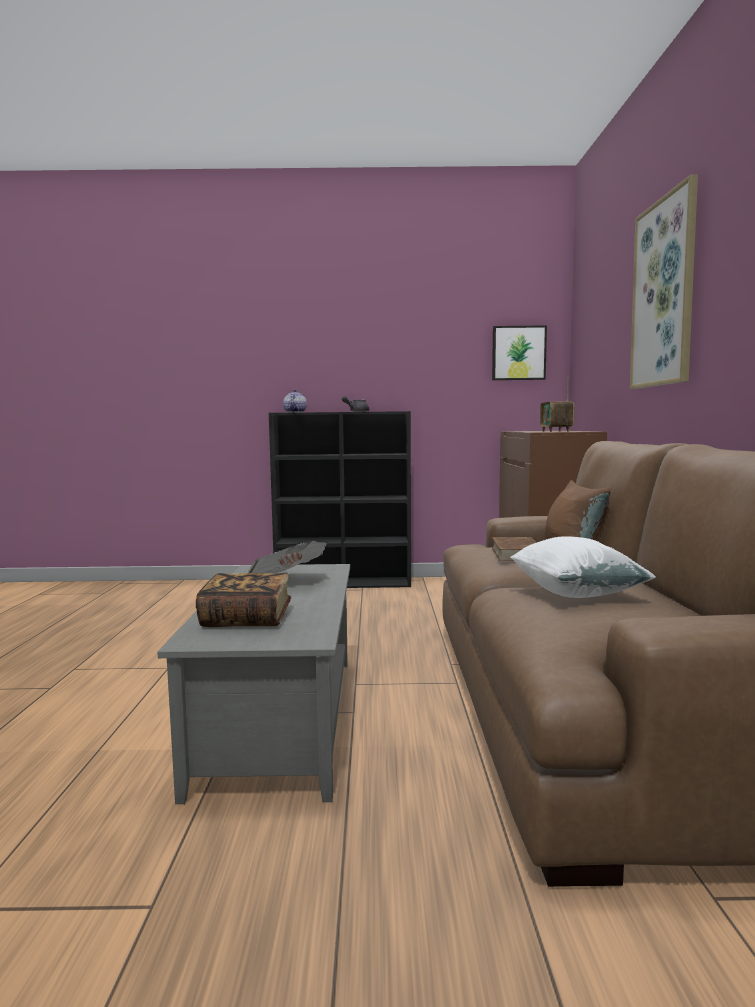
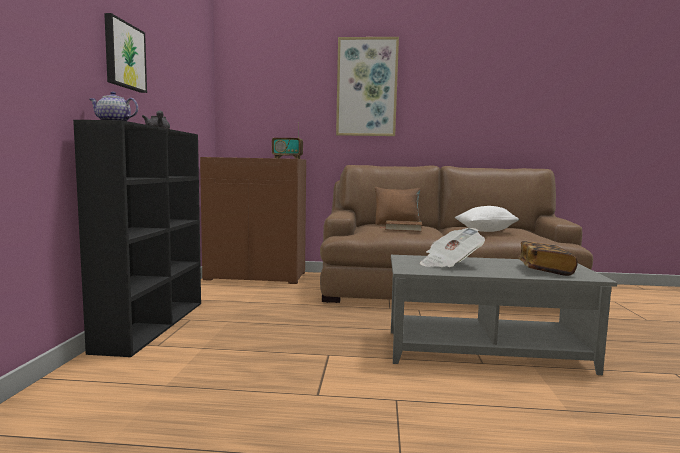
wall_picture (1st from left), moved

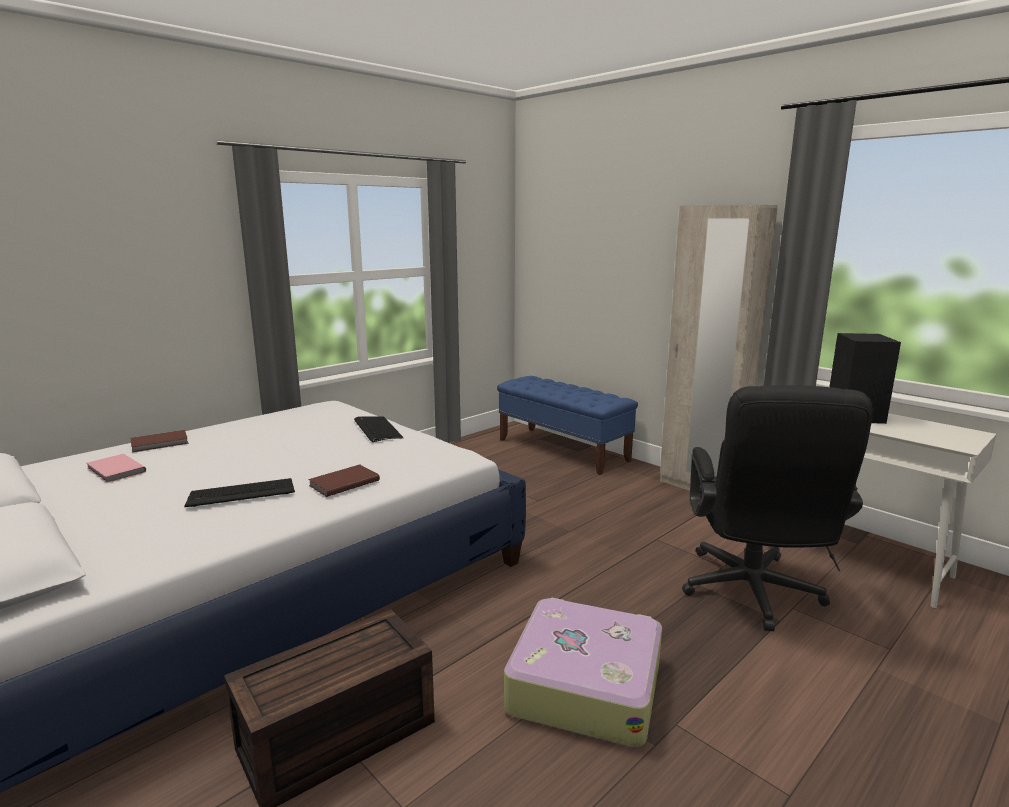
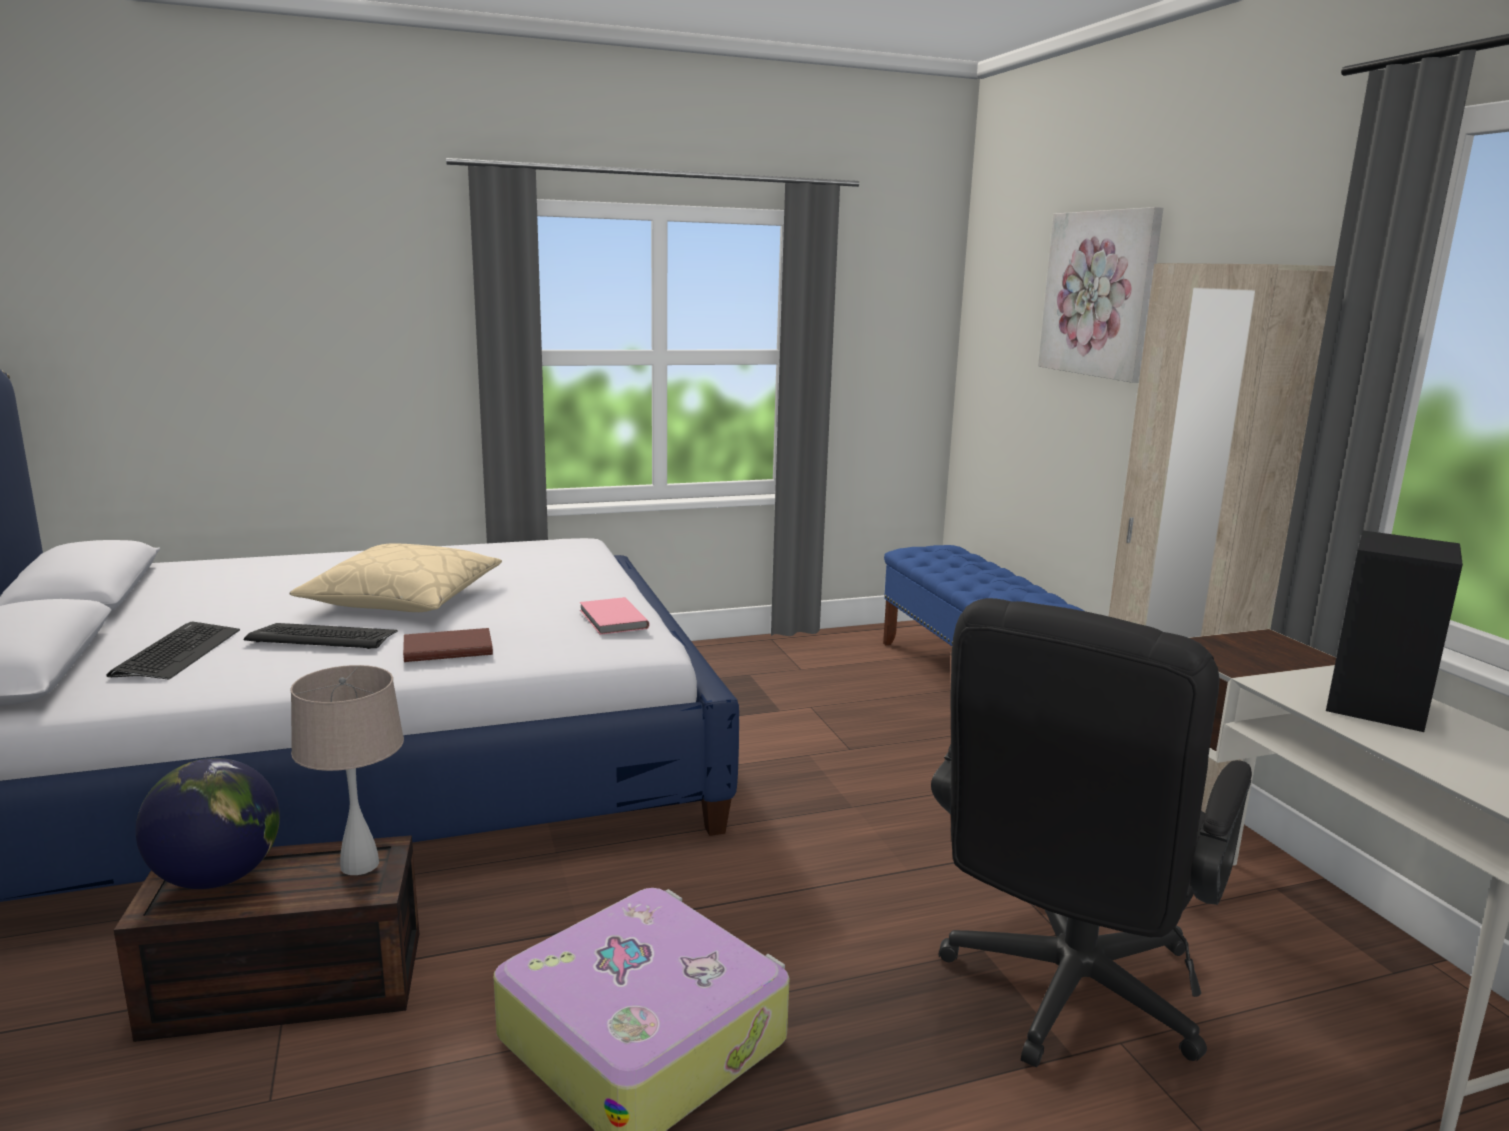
pinkish_volume, moved
brownish_volume (1st from left) => nothing
PC_keyboard (2nd from left in the first image) => PC_keyboard (1st from left), moved
nothing => world_globe
nothing => sand-coloured_pillow
nothing => sand-coloured_table_lamp
nothing => wall_picture

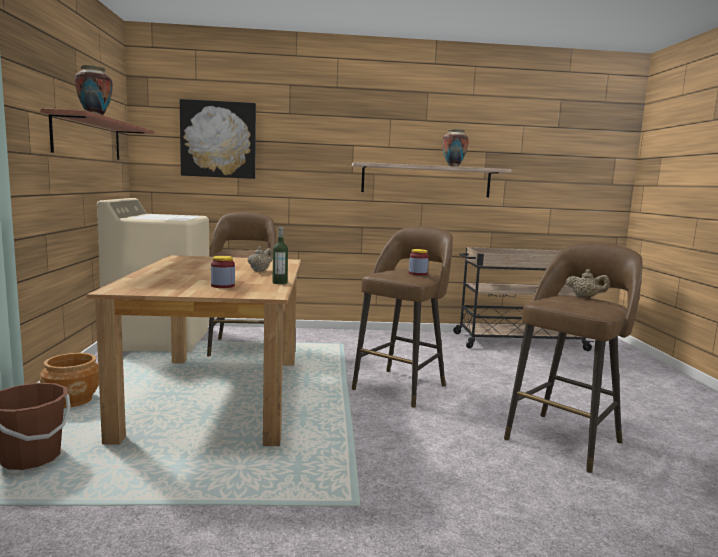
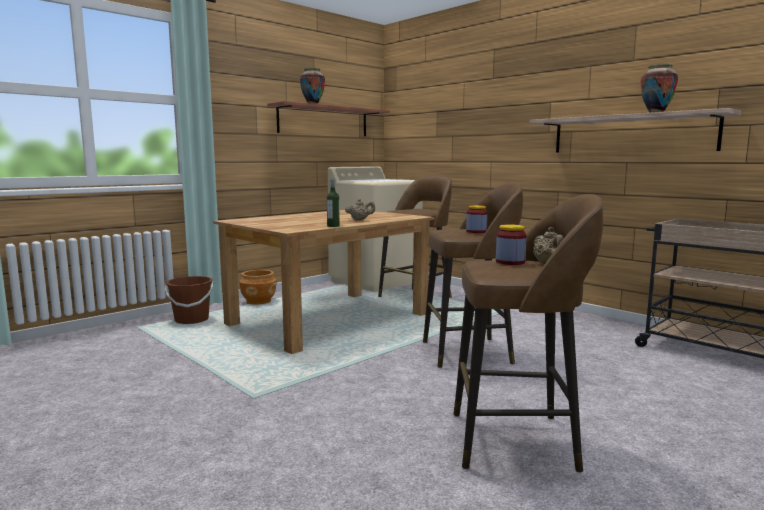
wall_picture => nothing
jar (1st from left in the first image) => jar (2nd from left), moved

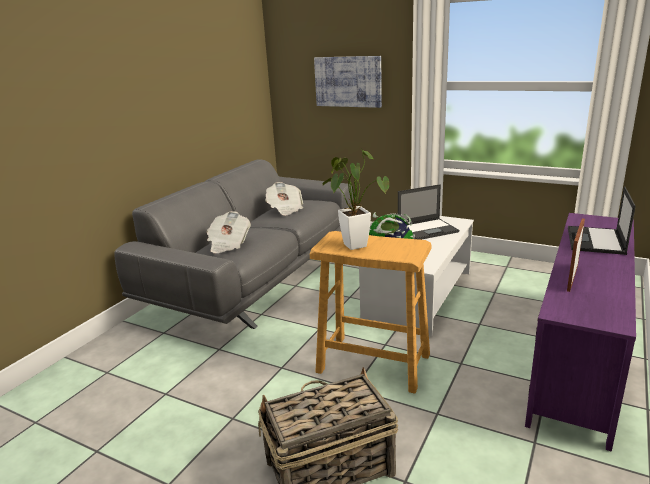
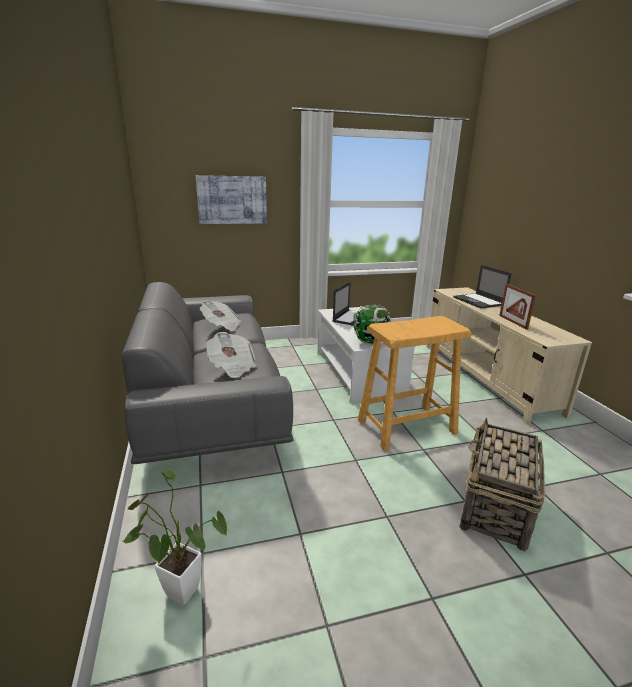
potted_plant, moved
purplish_tv_stand => sand-coloured_tv_stand

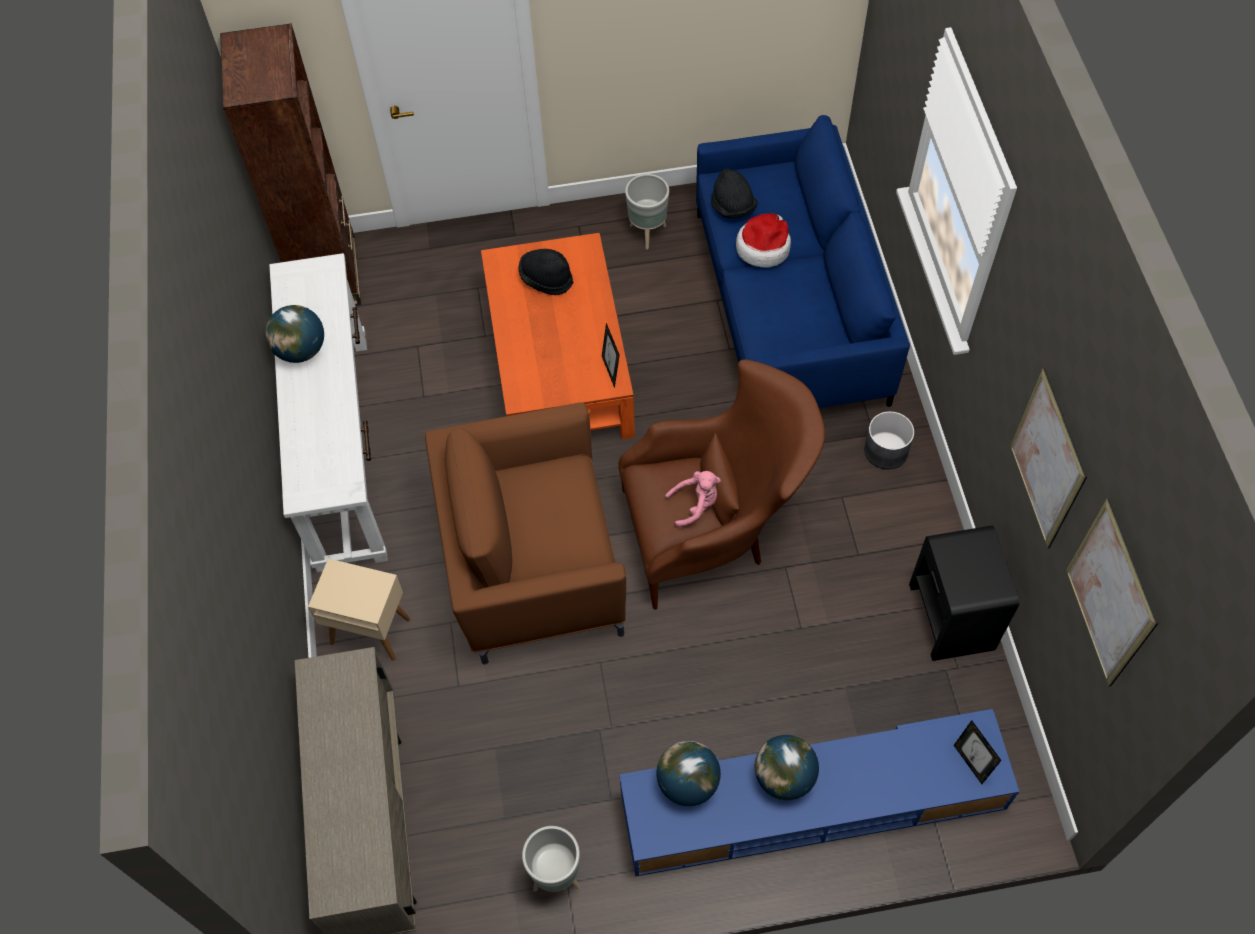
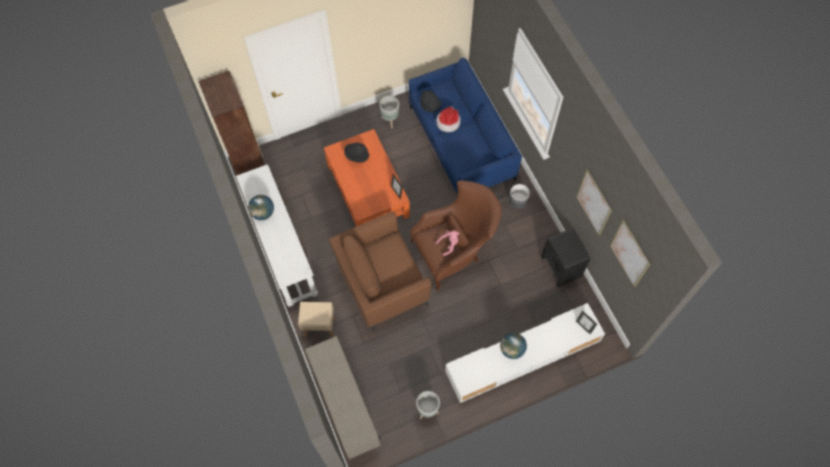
bluish_tv_stand => whitish_tv_stand
world_globe (2nd from left) => nothing

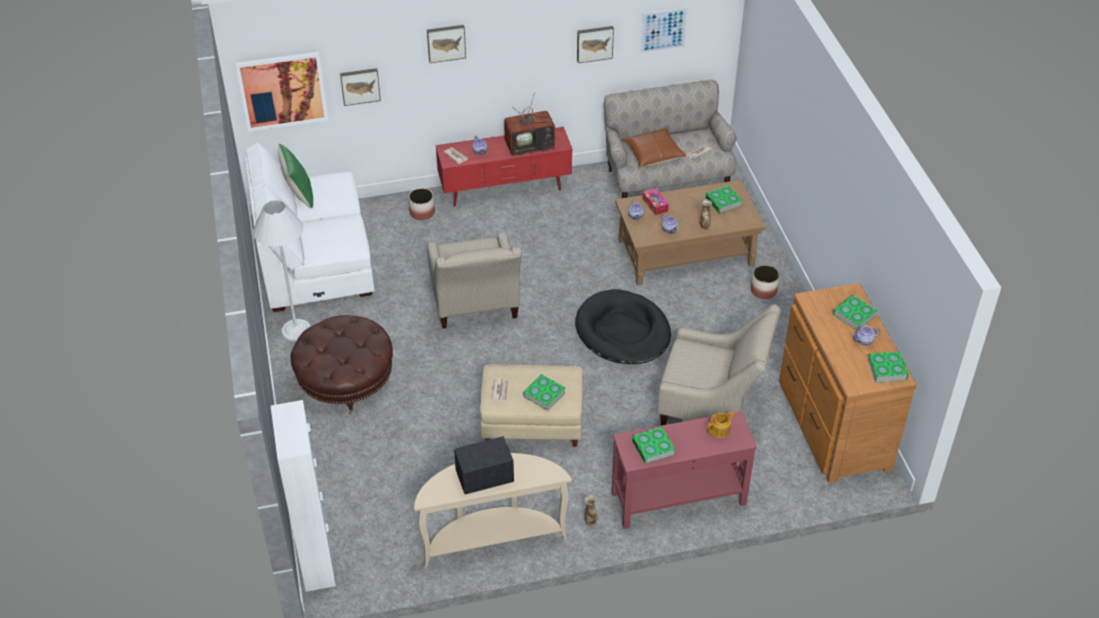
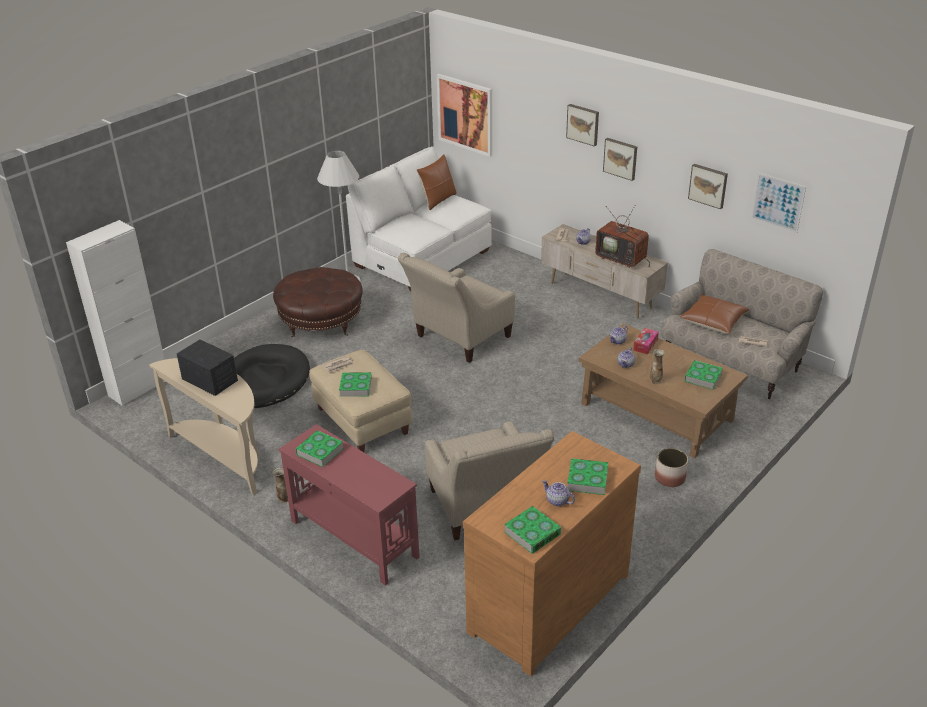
green_pillow => brownish_pillow (1st from left)
wall_picture (2nd from left in the first image) => wall_picture (3rd from left), moved
flower_pot (1st from left) => nothing
red_tv_stand => sand-coloured_tv_stand
black-coloured_dog_bed, moved
tea_pot (4th from left) => nothing

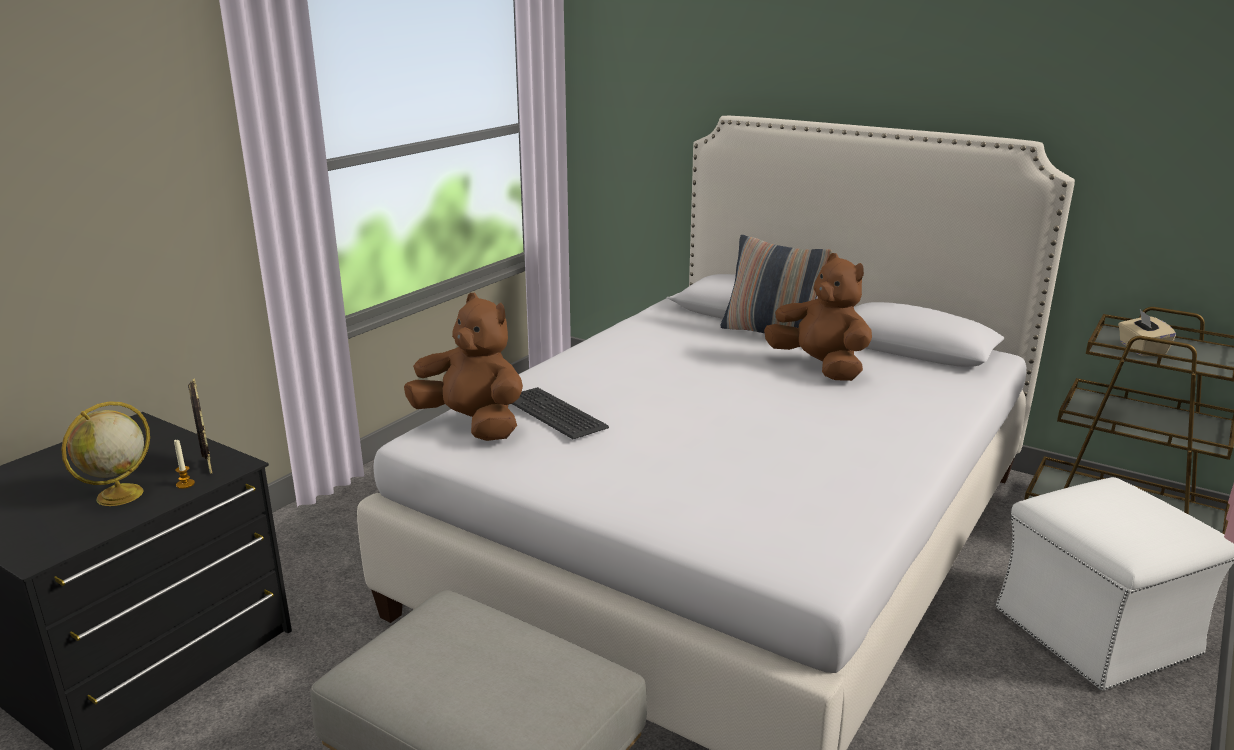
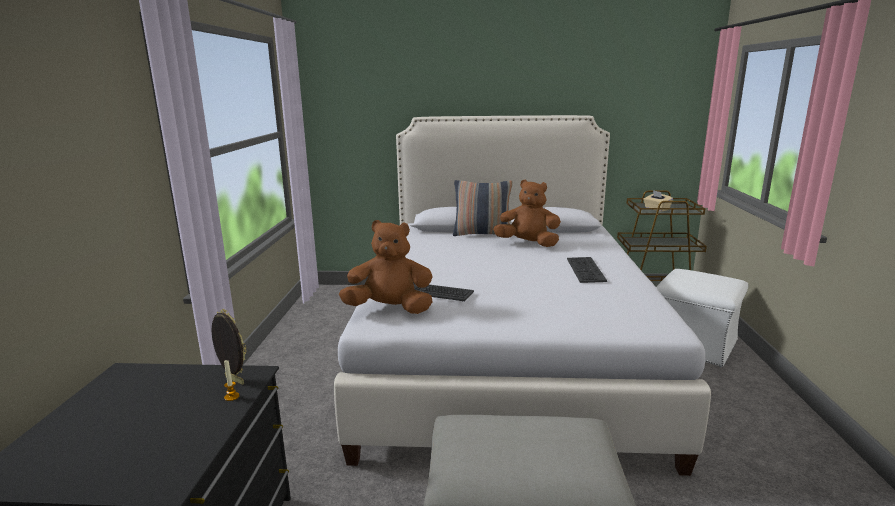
world_globe => nothing
nothing => PC_keyboard (2nd from left)

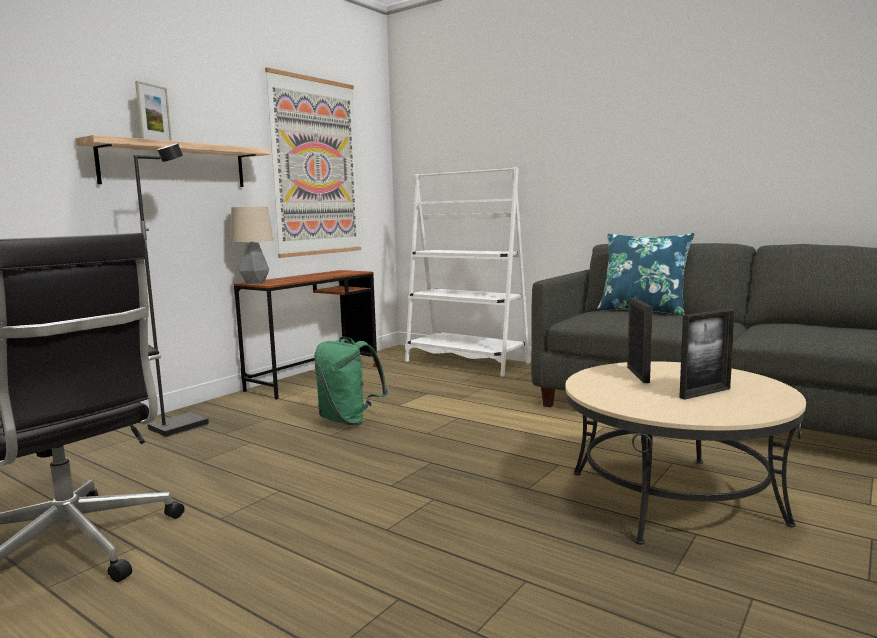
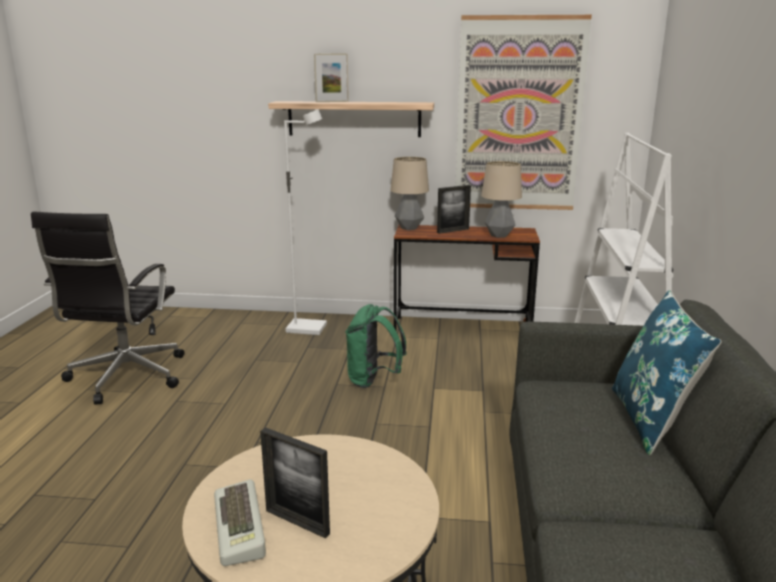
black-coloured_floor_lamp => whitish_floor_lamp
photo_frame (2nd from left in the first image) => photo_frame (3rd from left), moved
nothing => PC_keyboard
nothing => table_lamp (2nd from left)

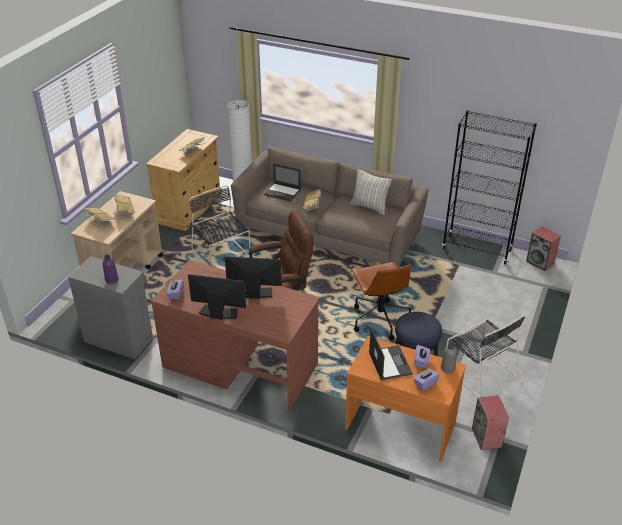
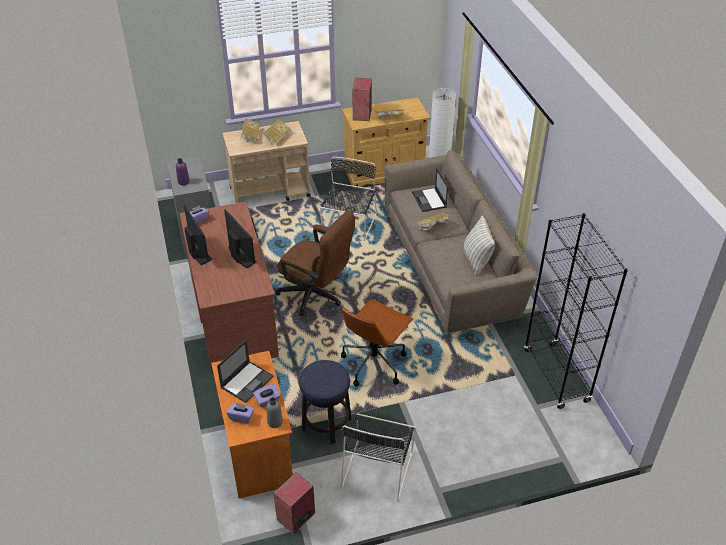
audio_speaker (2nd from left), moved

